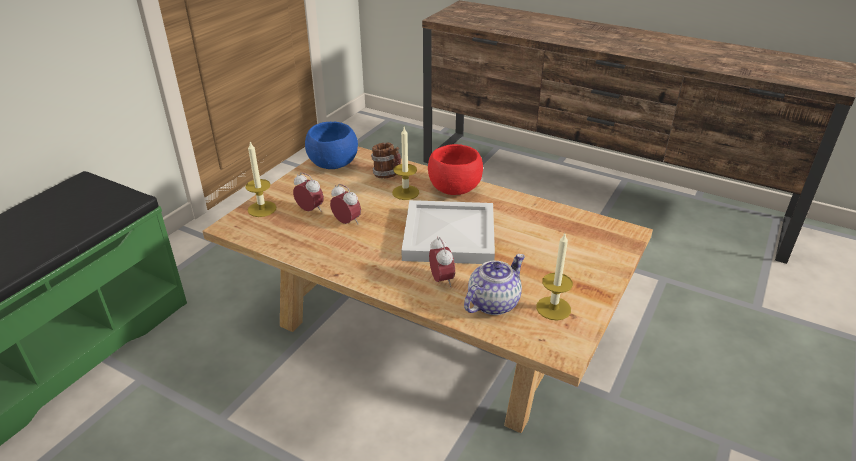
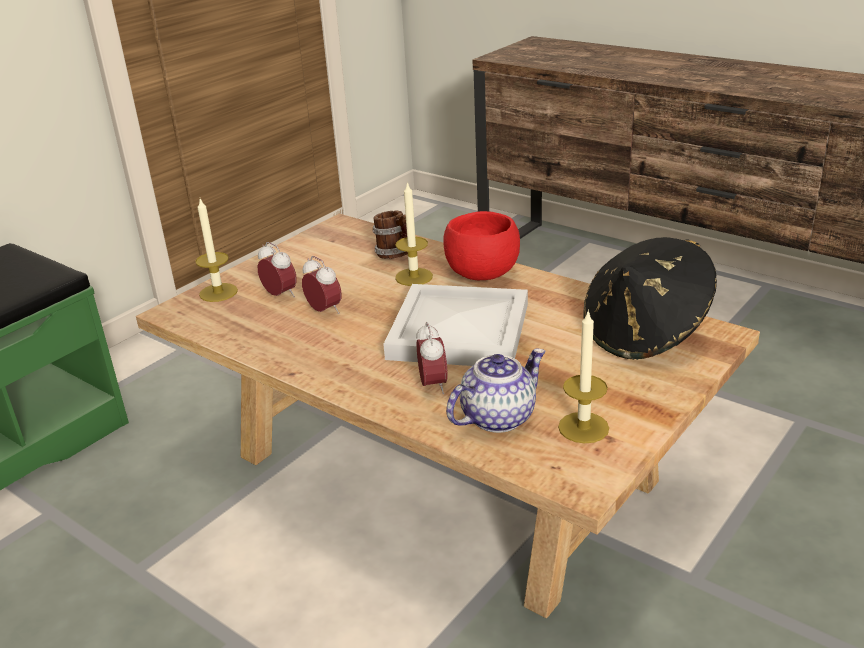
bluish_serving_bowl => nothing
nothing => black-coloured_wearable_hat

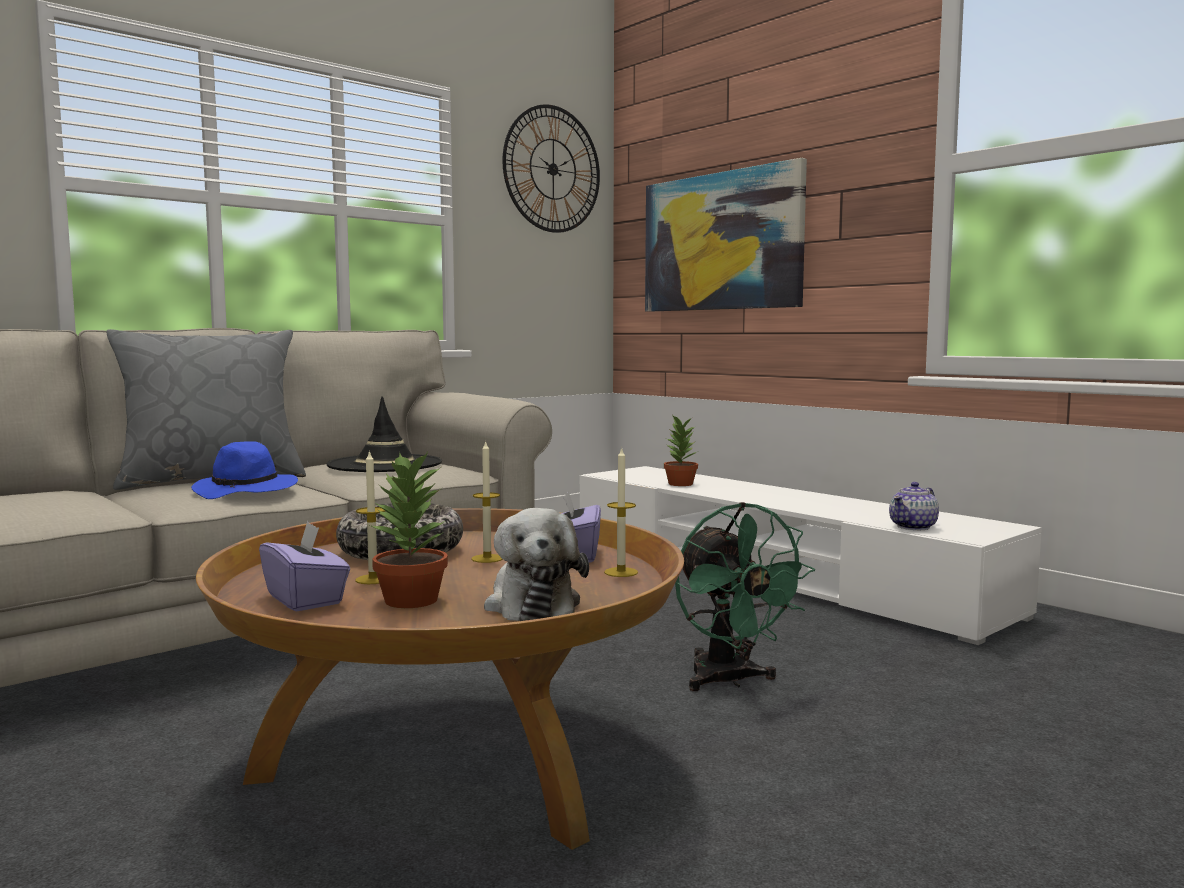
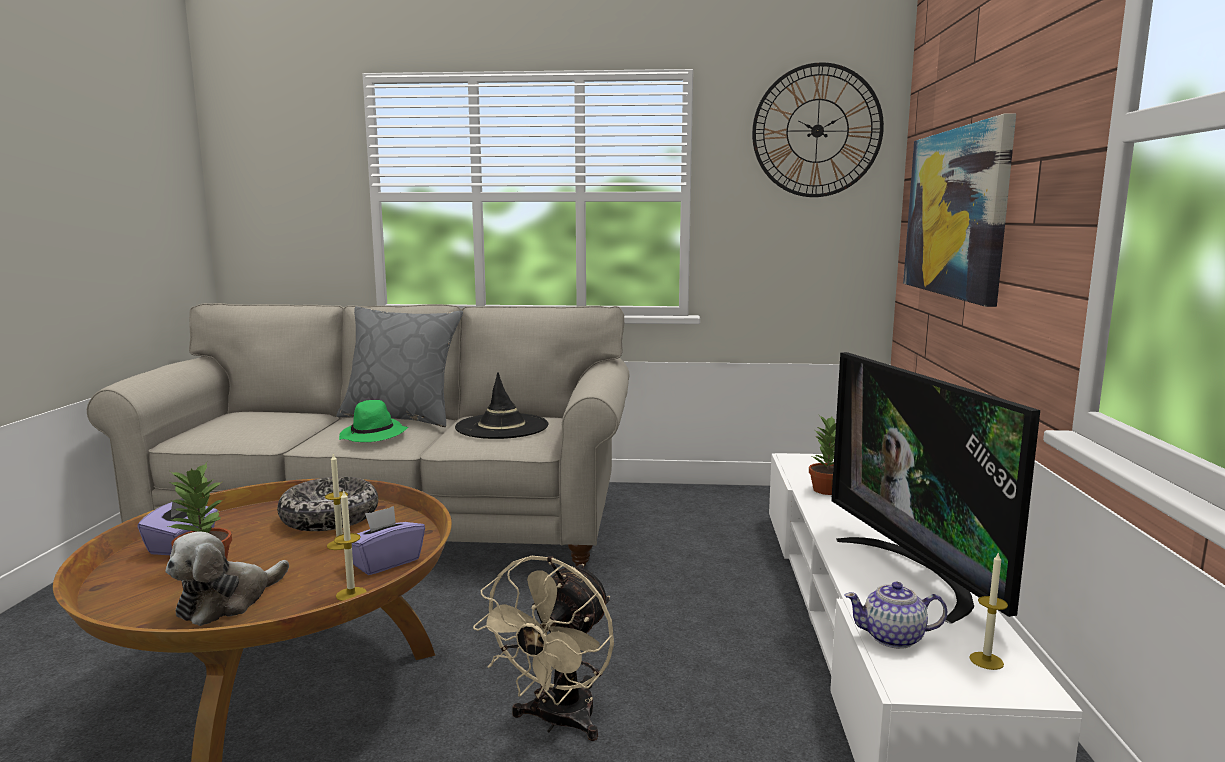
bluish_wearable_hat => green_wearable_hat
wax_light (1st from left in the first image) => wax_light (3rd from left), moved
green_electric_fan => sand-coloured_electric_fan
nothing => TV

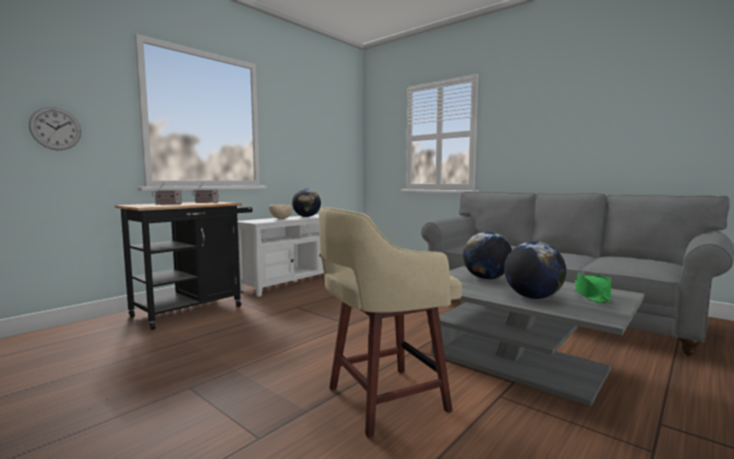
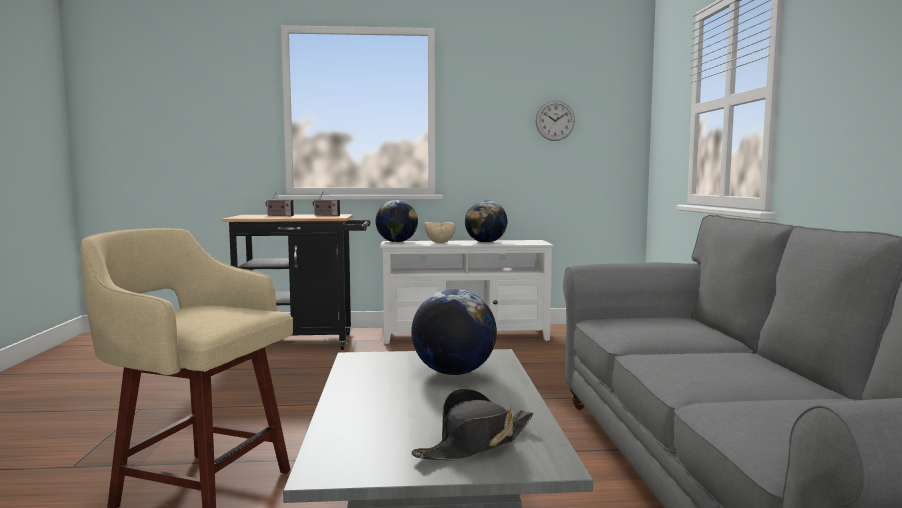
wall_clock, moved
world_globe (3rd from left in the first image) => world_globe (1st from left), moved
green_wearable_hat => black-coloured_wearable_hat

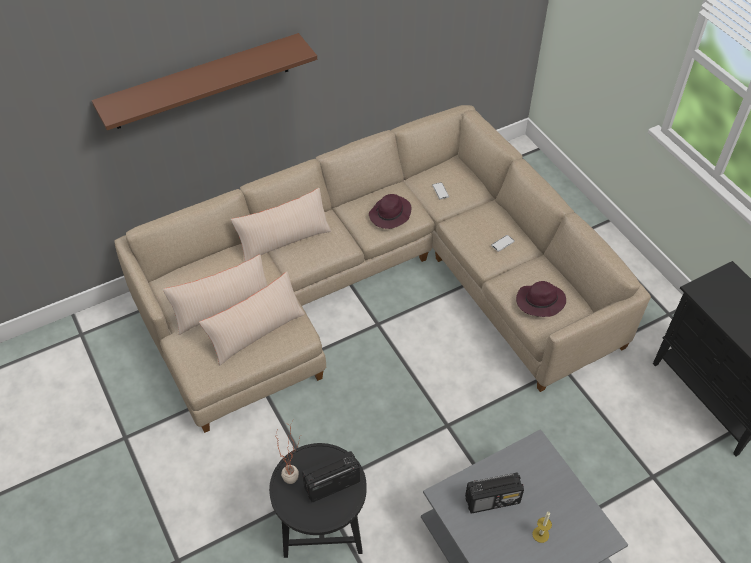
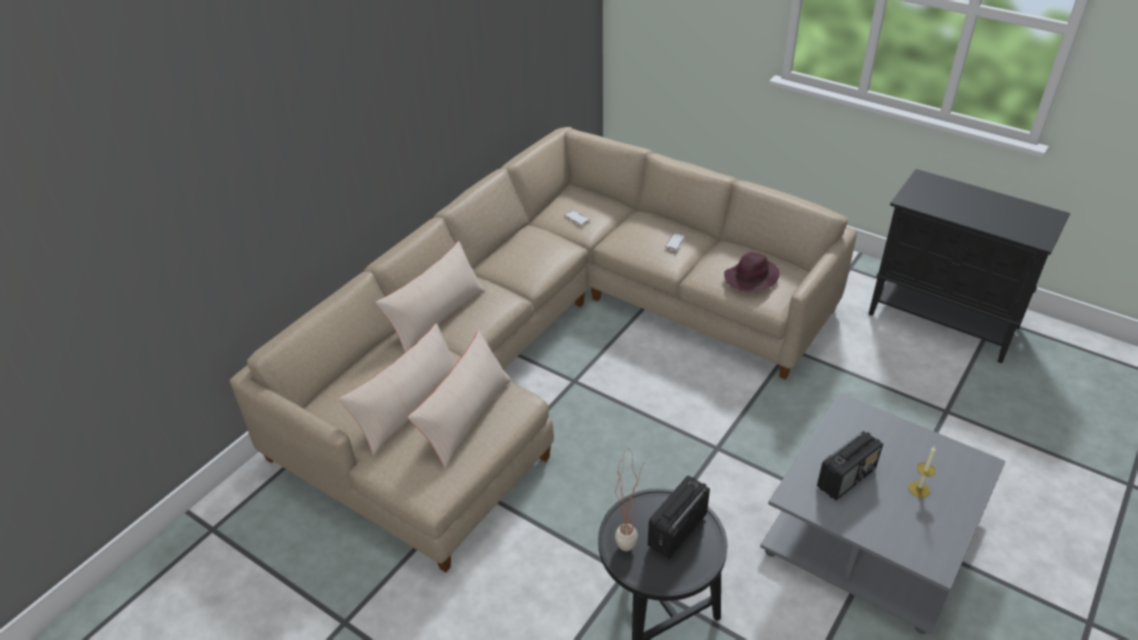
brownish_bracket_shelf => nothing
purplish_wearable_hat (1st from left) => nothing

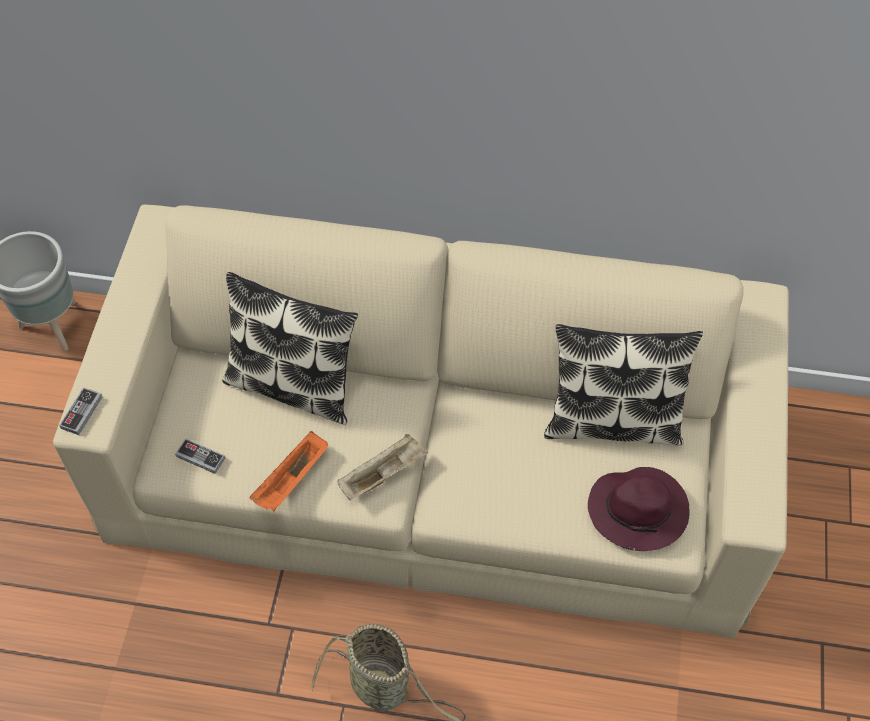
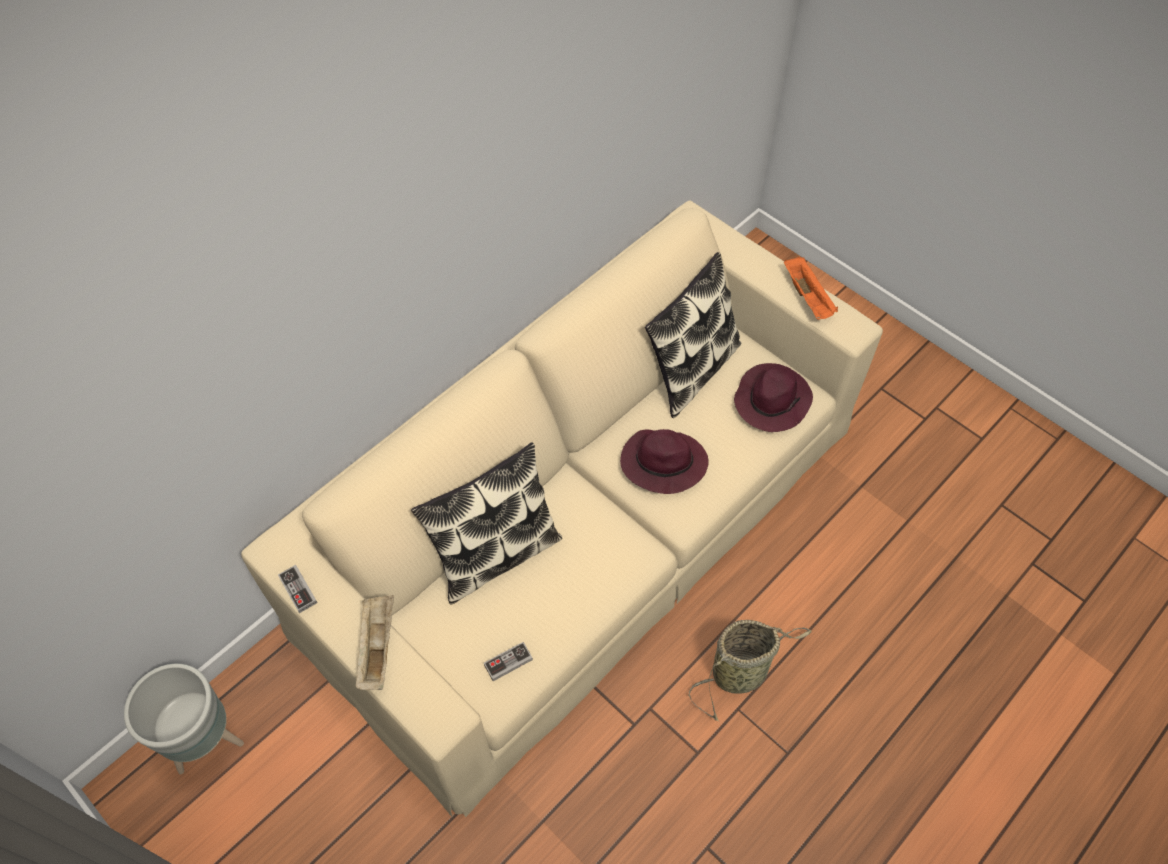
game_controller (1st from left), moved
orangey_carrying_tray, moved
sand-coloured_carrying_tray, moved
nothing => purplish_wearable_hat (1st from left)

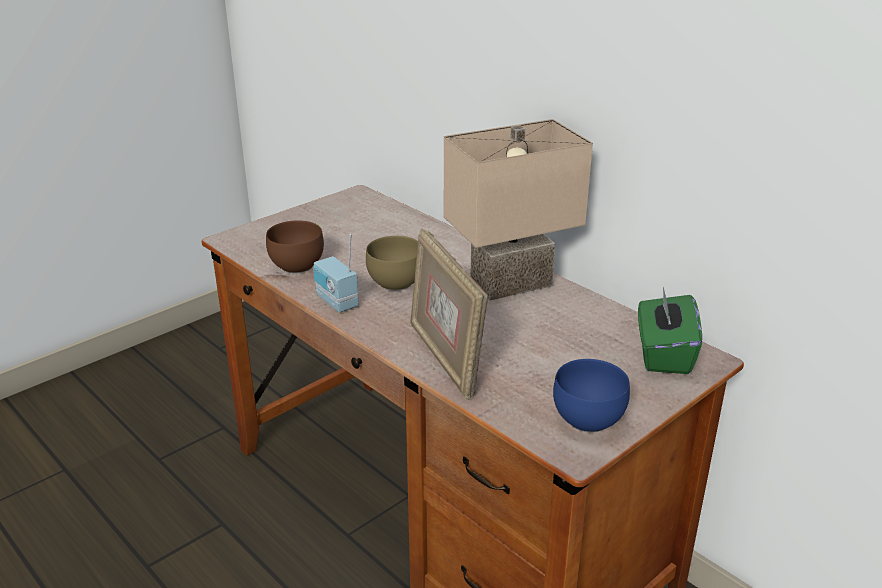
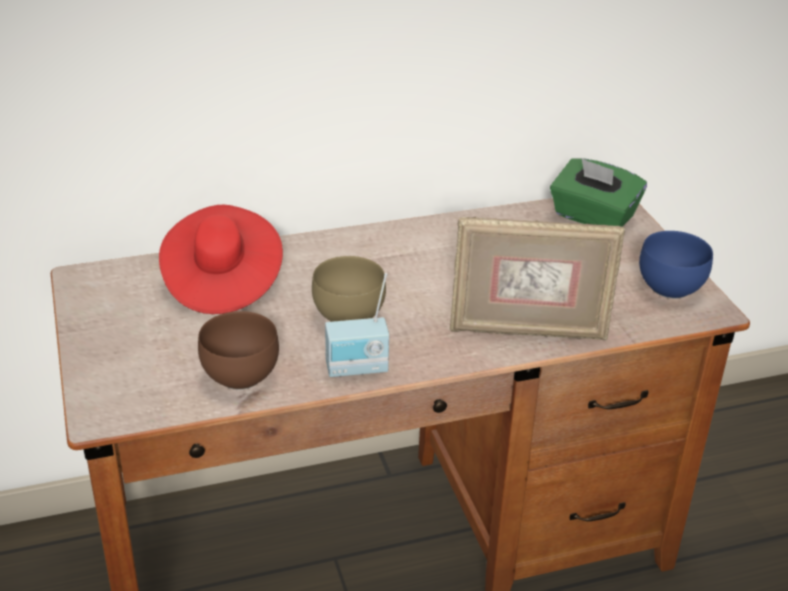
sand-coloured_table_lamp => nothing
nothing => red_wearable_hat

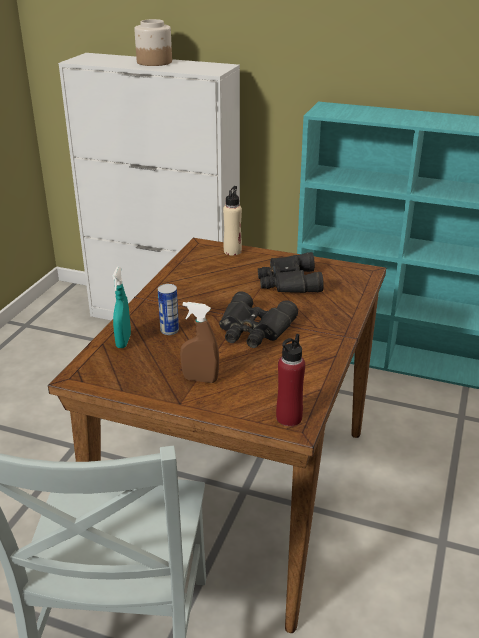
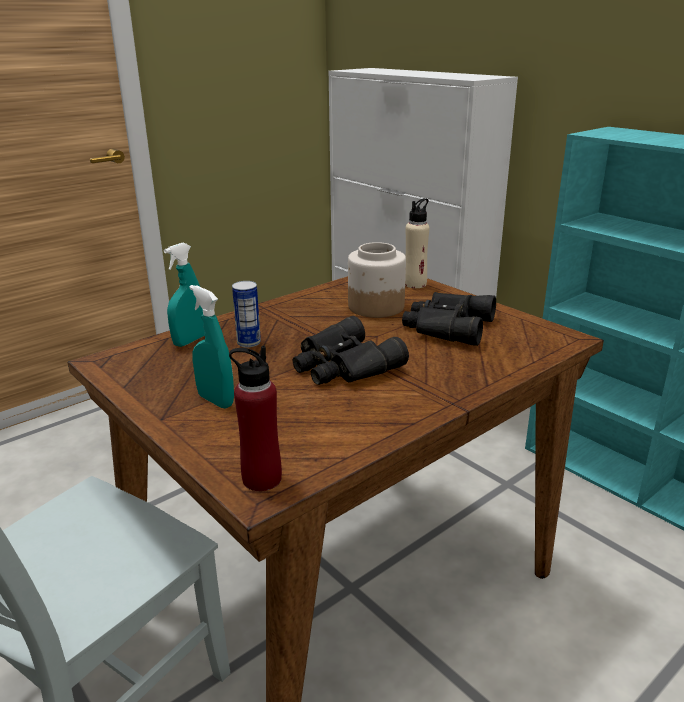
jar, moved
brownish_hand_sprayer => turquoise_hand_sprayer (2nd from left)

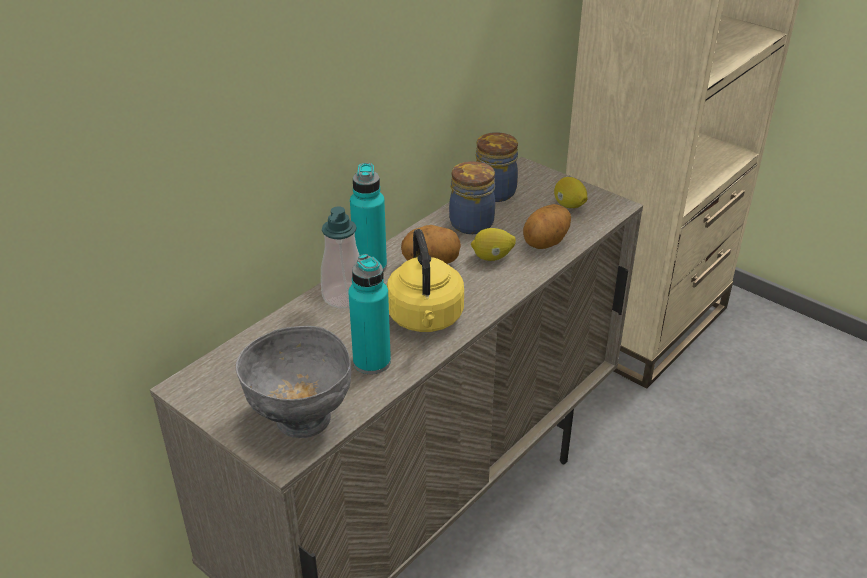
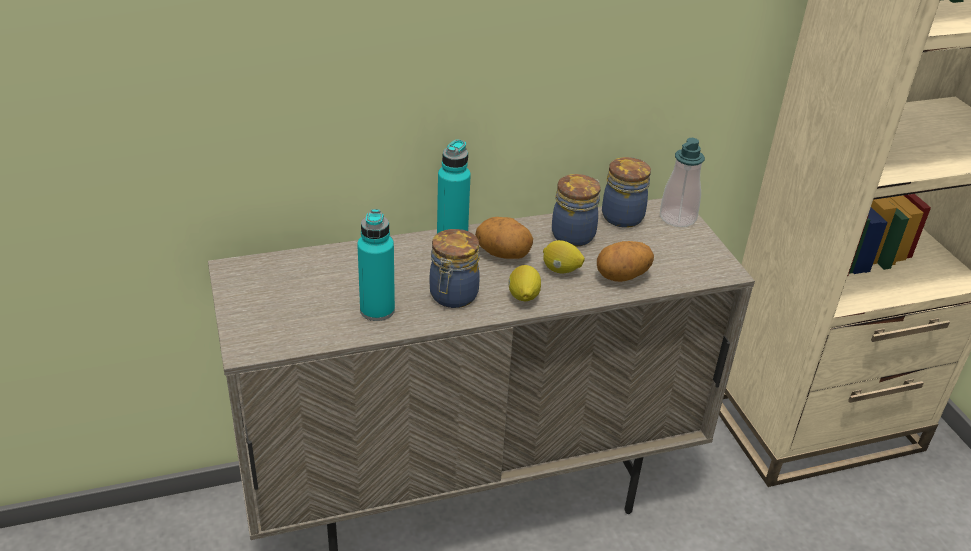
greyish_serving_bowl => nothing
soap_bottle, moved
yellowish_water_kettle => jar (1st from left)
whole_lemon (2nd from left in the first image) => whole_lemon (1st from left), moved

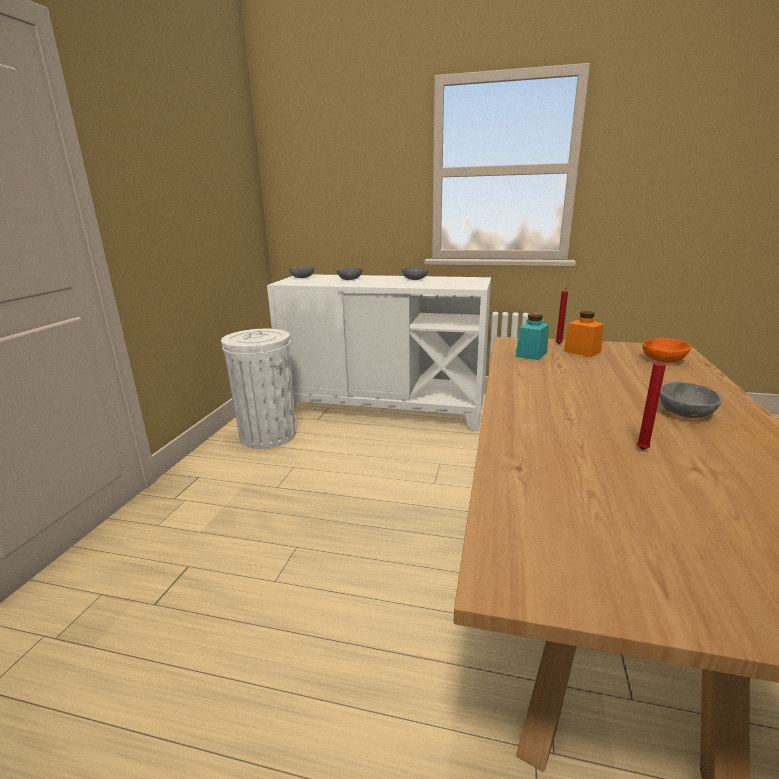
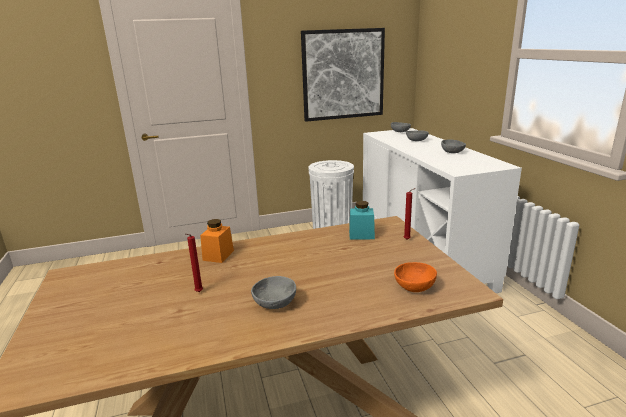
orangey_jar, moved
nothing => wall_picture

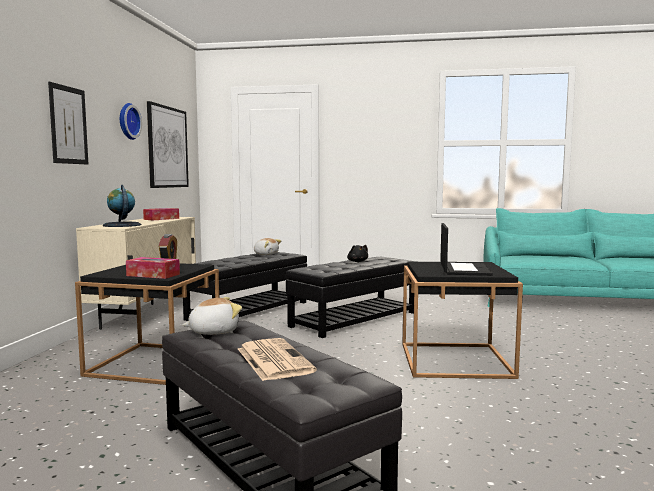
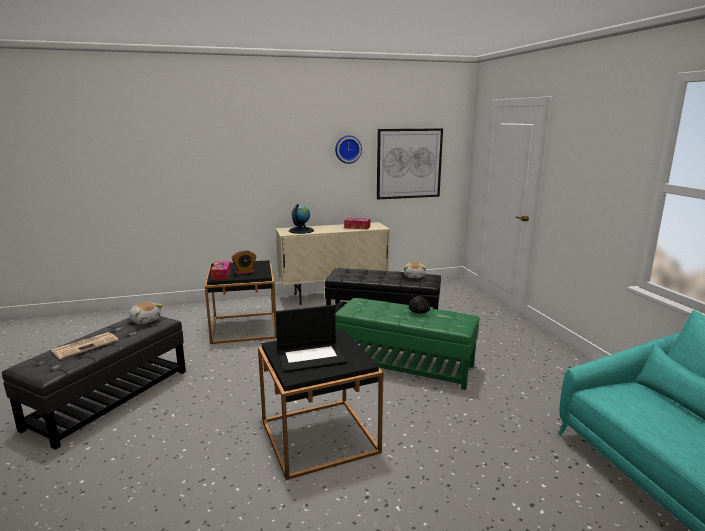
wall_picture (1st from left) => nothing
black-coloured_footrest (3rd from left) => green_footrest

